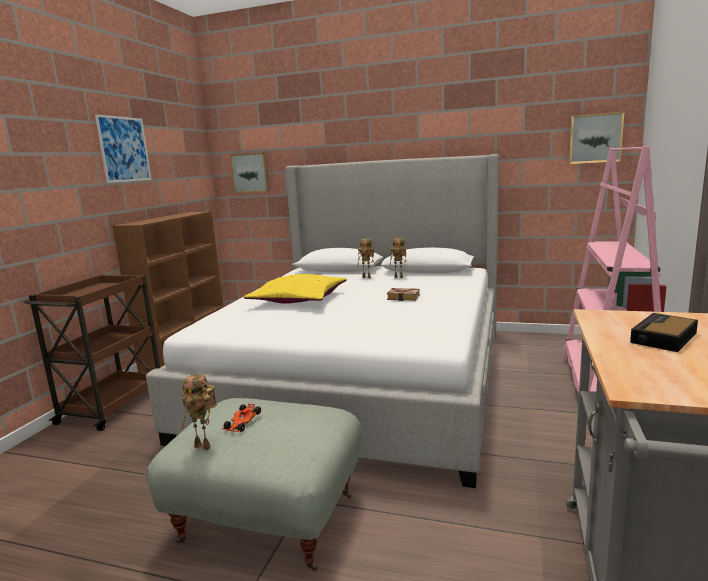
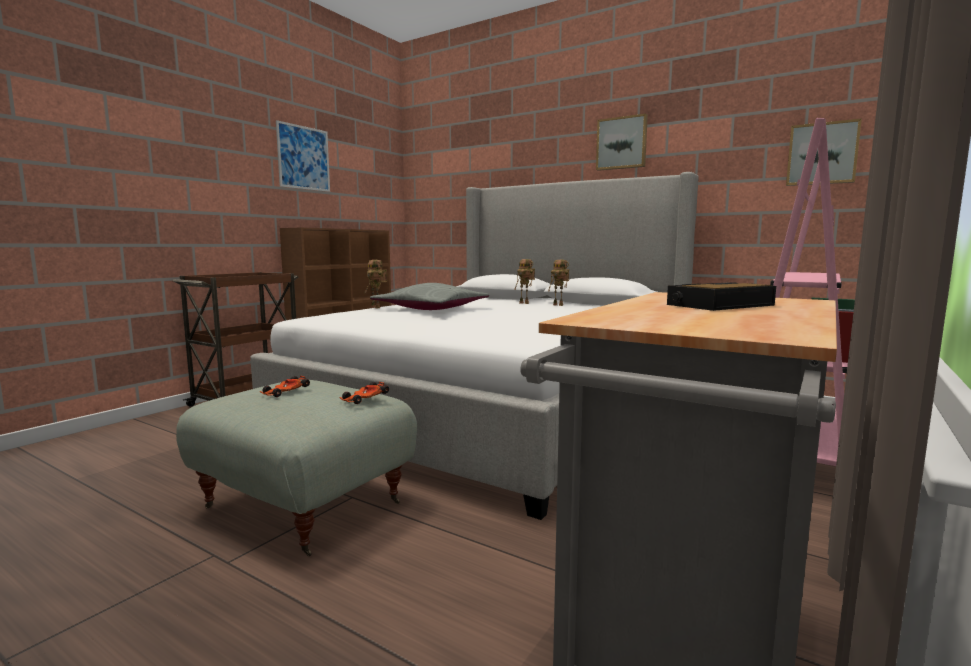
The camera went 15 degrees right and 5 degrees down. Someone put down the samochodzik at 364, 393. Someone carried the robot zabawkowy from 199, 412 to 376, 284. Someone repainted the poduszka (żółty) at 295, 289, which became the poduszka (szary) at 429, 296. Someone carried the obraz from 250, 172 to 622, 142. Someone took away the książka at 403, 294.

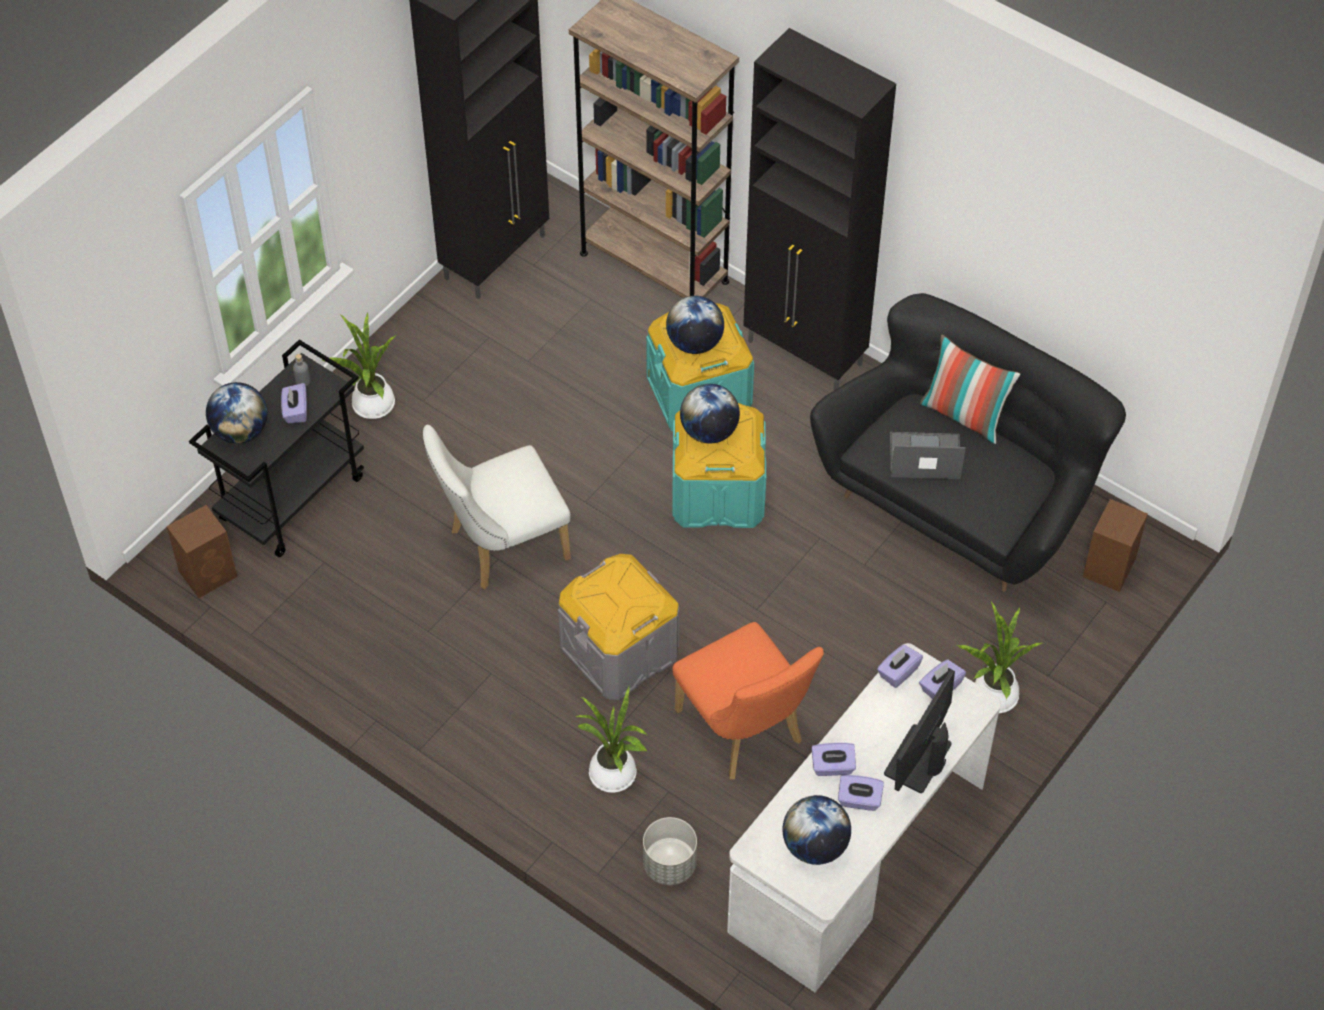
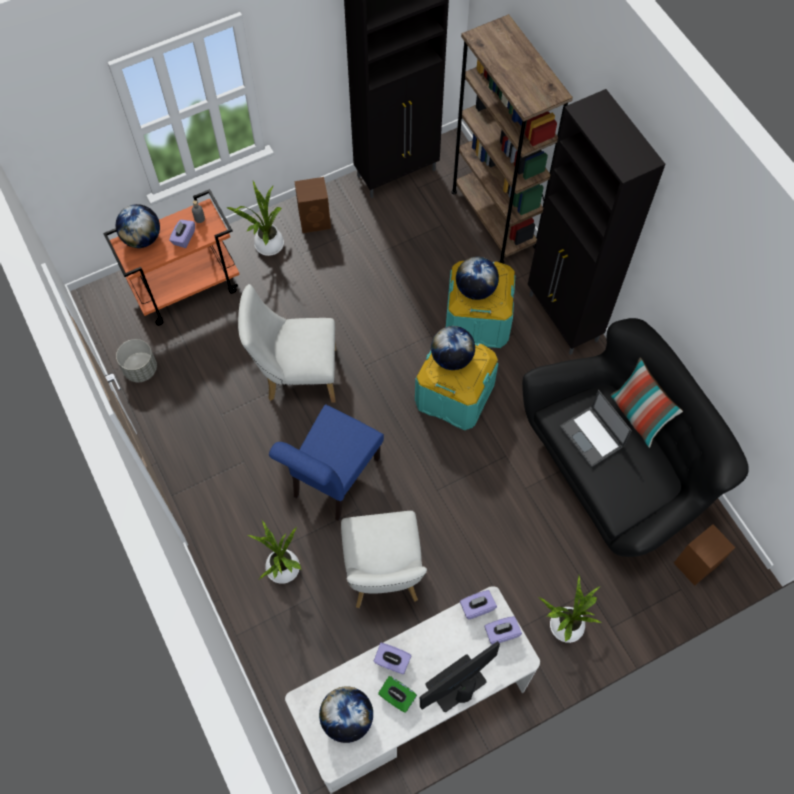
The camera went 25 degrees right and 10 degrees up. Someone repainted the wózek (czarny) at 276, 448, which became the wózek (pomarańczowy) at 171, 257. Someone carried the donica (szary) from 670, 851 to 136, 360. Someone swapped the pojemnik do przechowywania (szary) at 619, 627 for the krzesło (niebieski) at 326, 462. Someone carried the głośnik (brązowy) from 202, 551 to 312, 205. Someone repainted the krzesło (pomarańczowy) at 748, 700, which became the krzesło (biały) at 384, 559. Someone repainted the pudełko chusteczek (fioletowy) at 861, 793, which became the pudełko chusteczek (zielony) at 397, 694. Someone rotated the laptop at 928, 455 by 150 degrees counterclockwise.

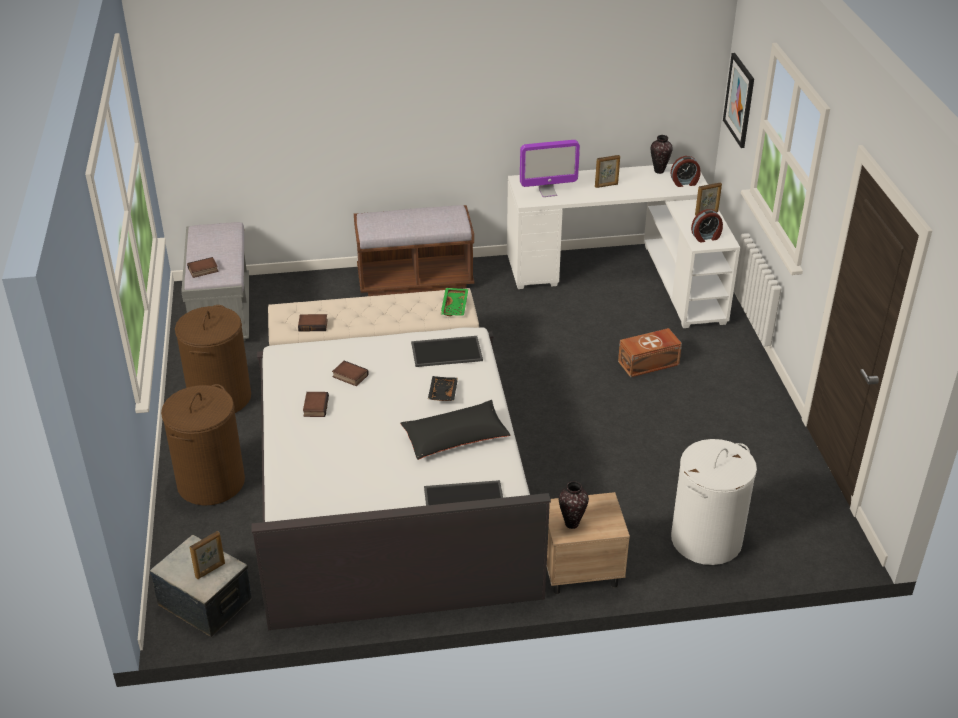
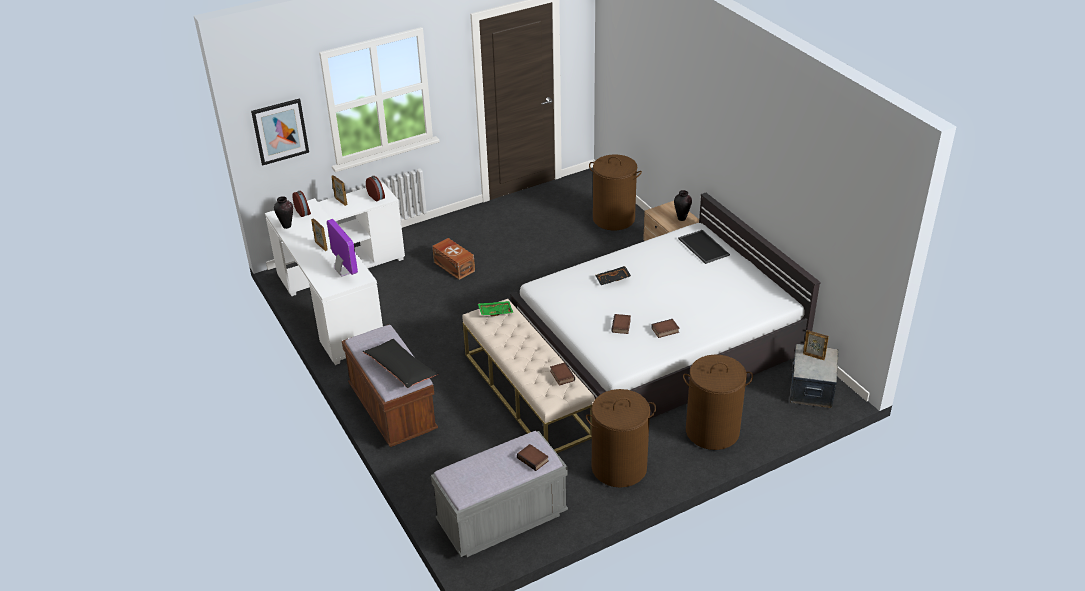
The camera went 110 degrees left and 0 degrees up. Someone carried the poduszka (czarny) from 455, 430 to 400, 363. Someone repainted the kosz na pranie (biały) at 714, 502, which became the kosz na pranie (brązowy) at 615, 192. Someone took away the taca at 447, 351.

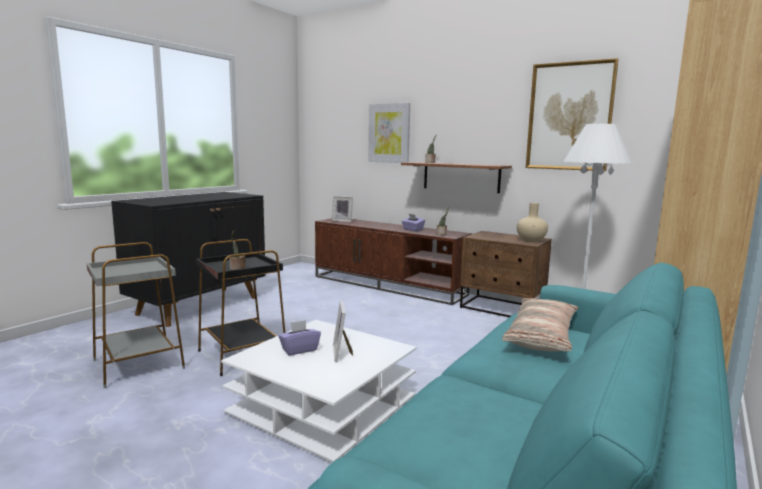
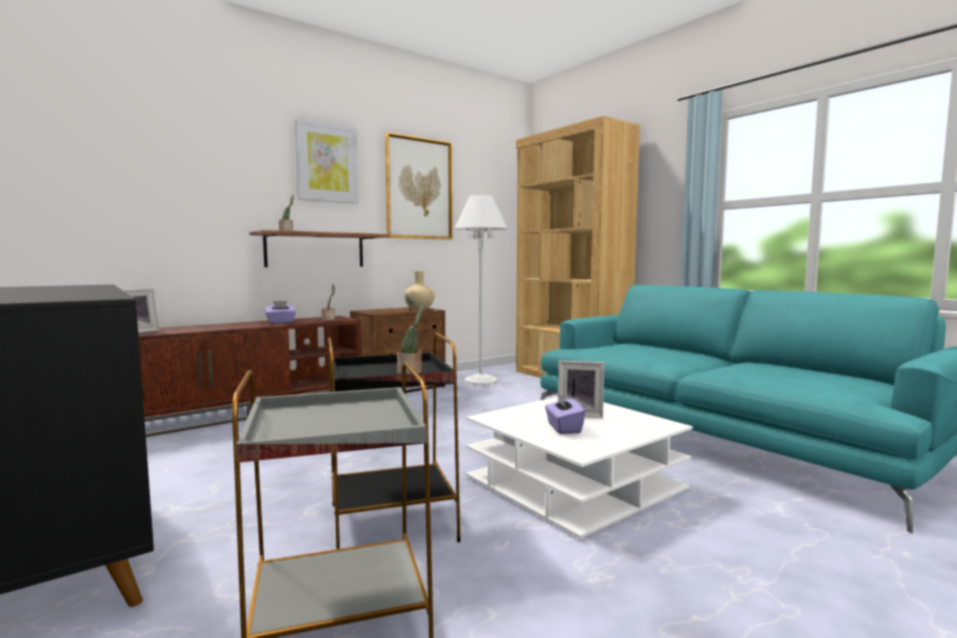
The camera went 70 degrees left and 5 degrees down. Someone carried the obraz from 389, 133 to 327, 161. Someone took away the poduszka at 540, 325.

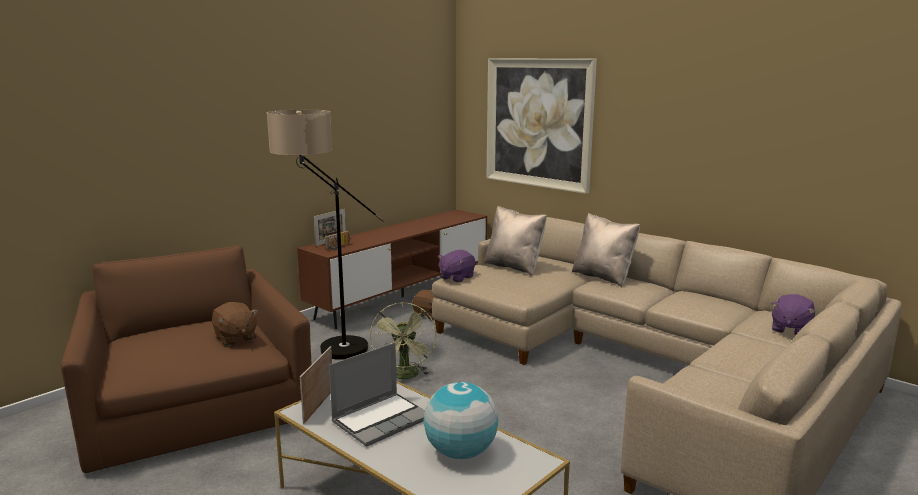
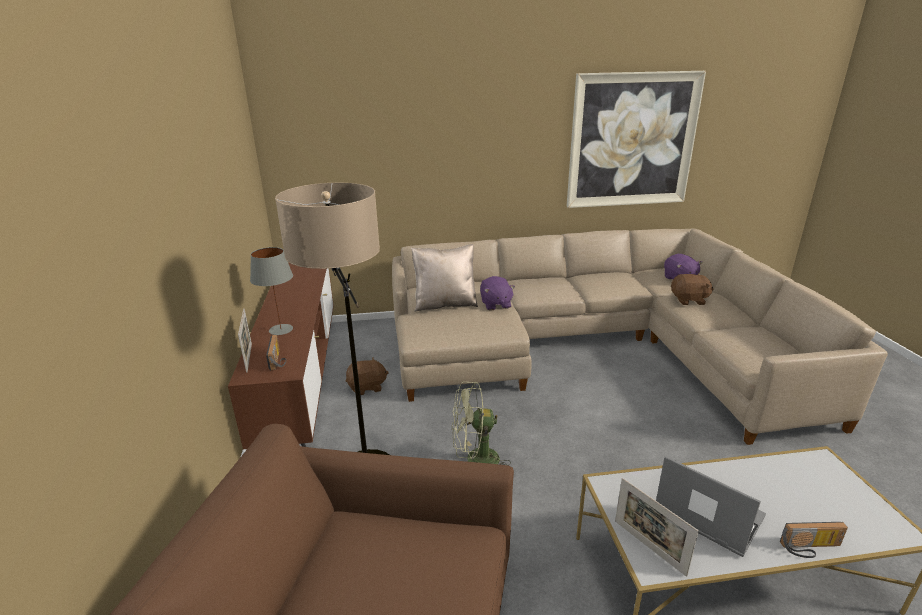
The camera went 50 degrees left and 10 degrees up. Someone put down the lampa stołowa (szary) at 271, 291. Someone rotated the wentylator (zielony) at 403, 341 by 135 degrees clockwise. Someone carried the pluszak (fioletowy) from 456, 266 to 497, 293. Someone carried the obraz from 542, 126 to 636, 139. Someone rotated the laptop at 377, 394 by 45 degrees counterclockwise. Someone carried the pluszak (brązowy) from 235, 324 to 692, 289. Someone put down the radio at 814, 540. Someone took away the globus at 461, 420. Someone took away the poduszka (beżowy) at 606, 250.

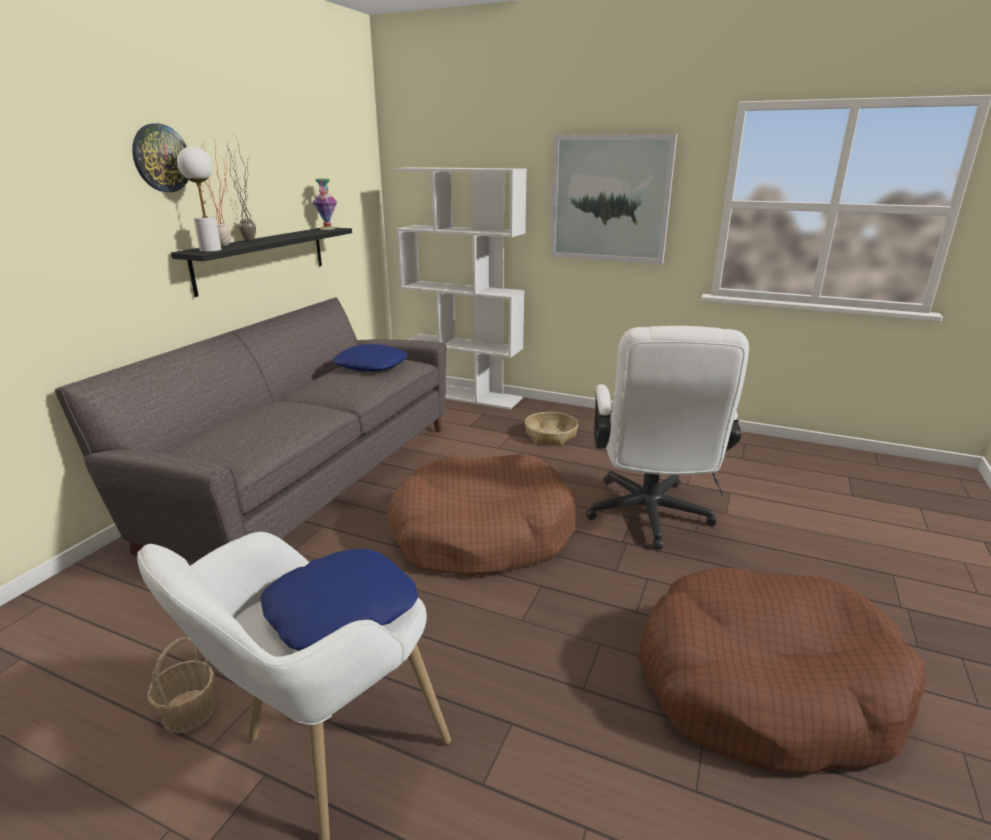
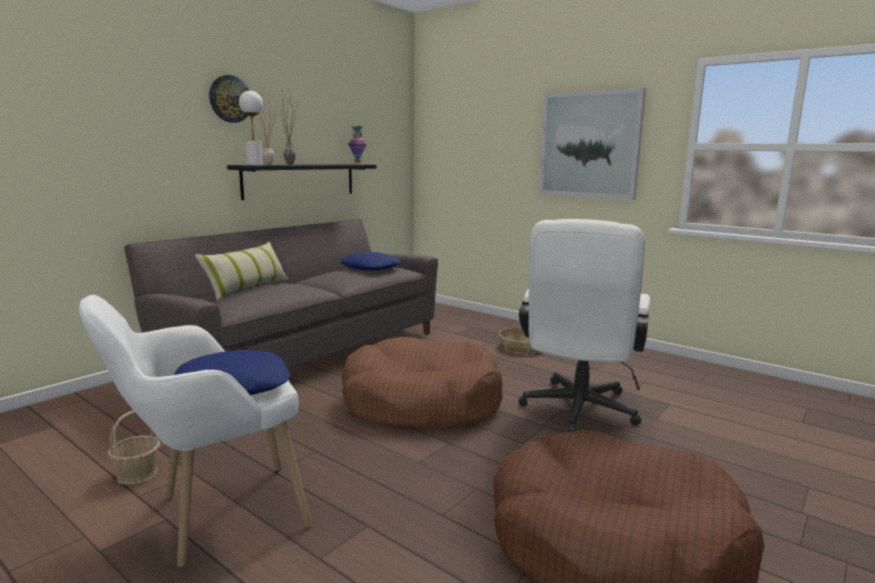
The camera went 15 degrees right and 10 degrees down. Someone put down the poduszka at 242, 271. Someone took away the regał (biały) at 460, 288.

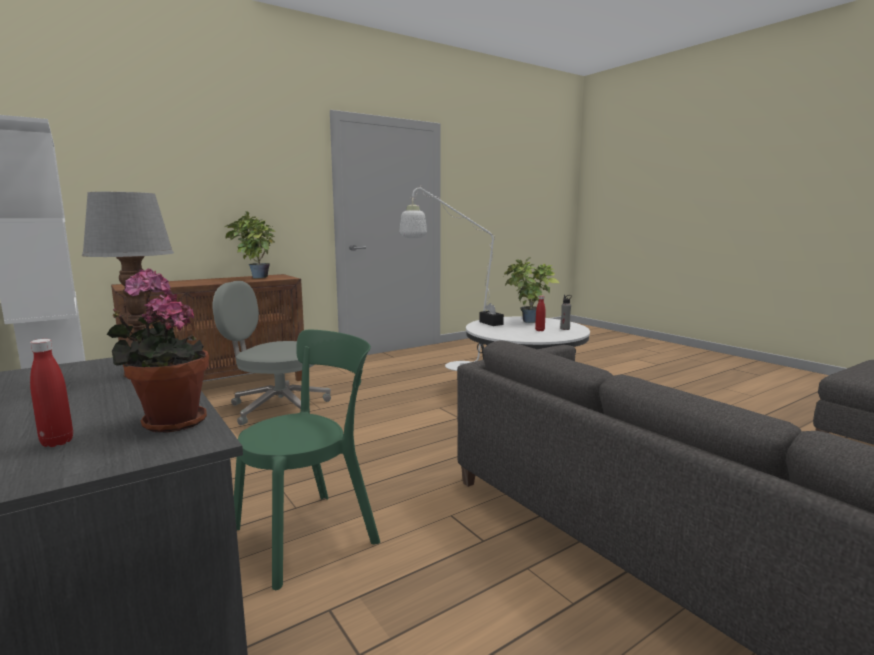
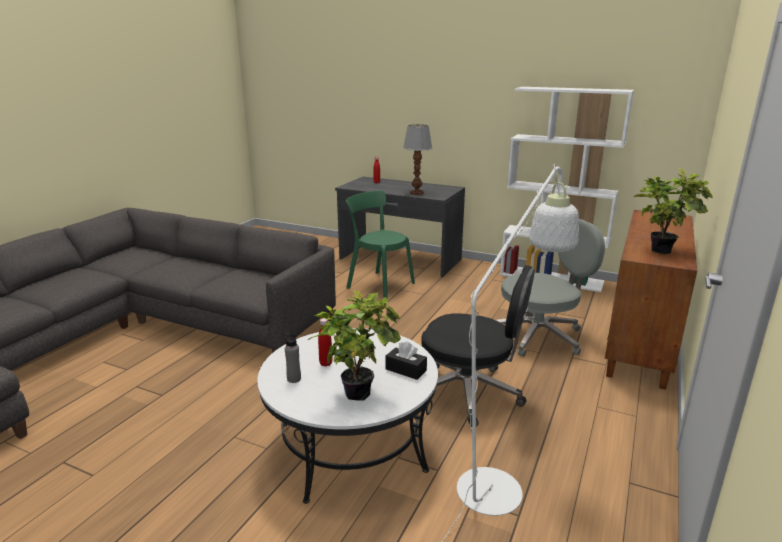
The camera went 150 degrees right and 10 degrees up. Someone rotated the krzesło (zielony) at 307, 460 by 105 degrees clockwise. Someone put down the krzesło biurowe (czarny) at 478, 346. Someone took away the roślina doniczkowa at 158, 350.

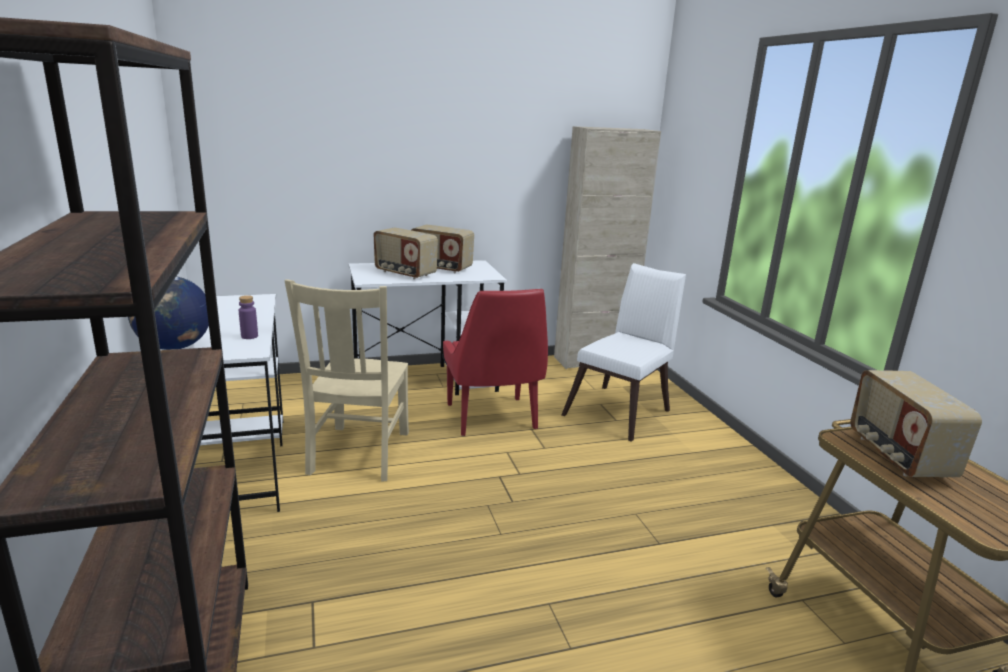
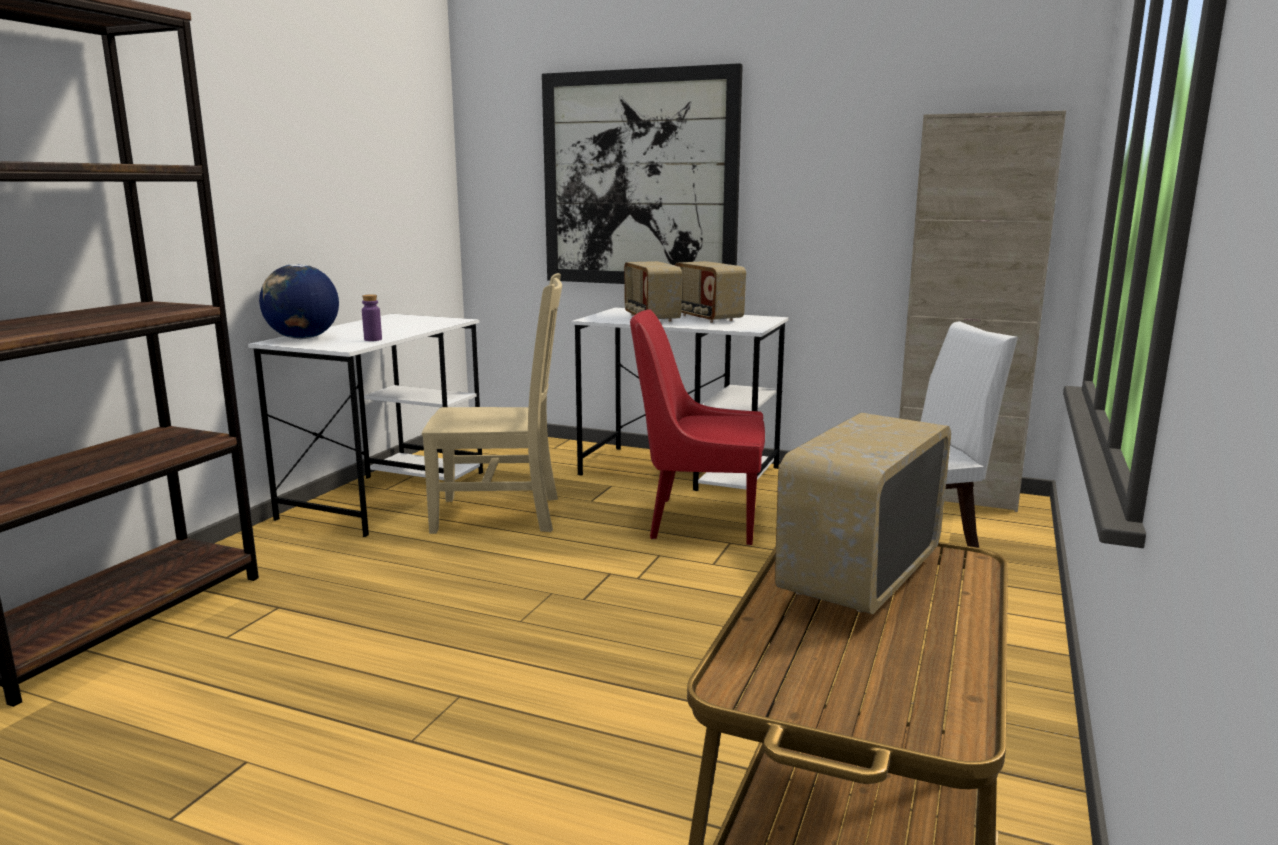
The camera went 40 degrees right and 5 degrees down. Someone rotated the krzesło (beżowy) at 346, 380 by 135 degrees counterclockwise. Someone put up the obraz at 642, 173. Someone rotated the krzesło (czerwony) at 495, 362 by 75 degrees clockwise.

